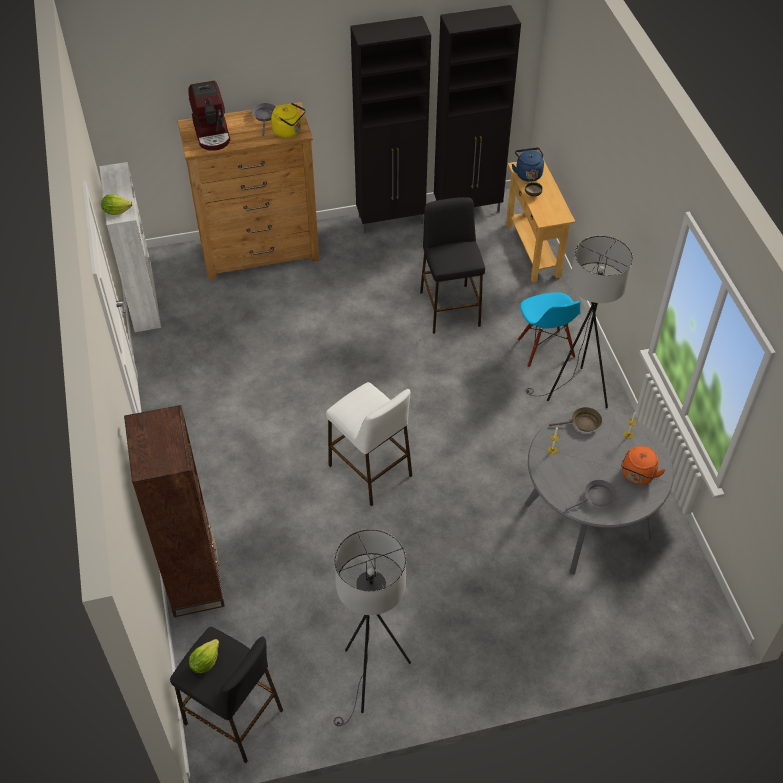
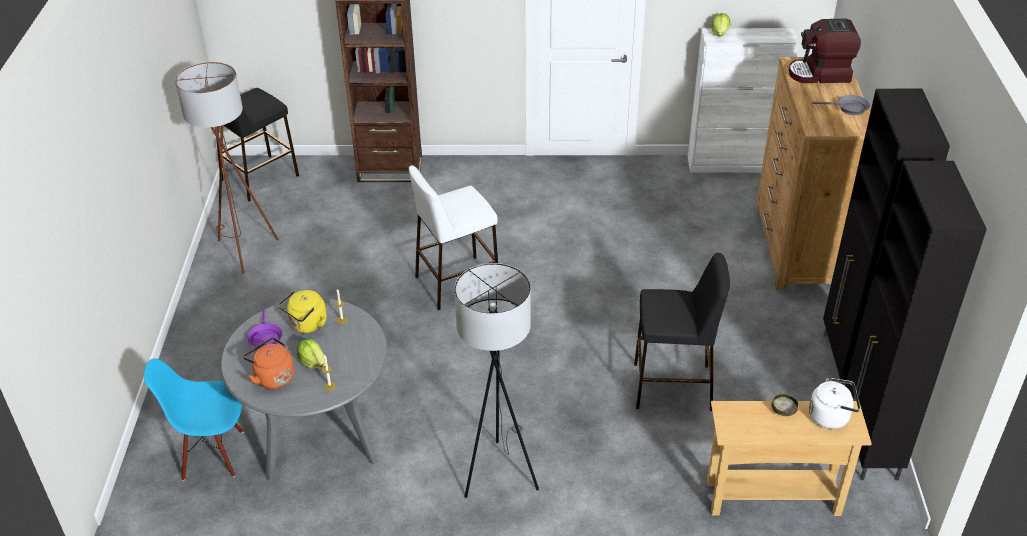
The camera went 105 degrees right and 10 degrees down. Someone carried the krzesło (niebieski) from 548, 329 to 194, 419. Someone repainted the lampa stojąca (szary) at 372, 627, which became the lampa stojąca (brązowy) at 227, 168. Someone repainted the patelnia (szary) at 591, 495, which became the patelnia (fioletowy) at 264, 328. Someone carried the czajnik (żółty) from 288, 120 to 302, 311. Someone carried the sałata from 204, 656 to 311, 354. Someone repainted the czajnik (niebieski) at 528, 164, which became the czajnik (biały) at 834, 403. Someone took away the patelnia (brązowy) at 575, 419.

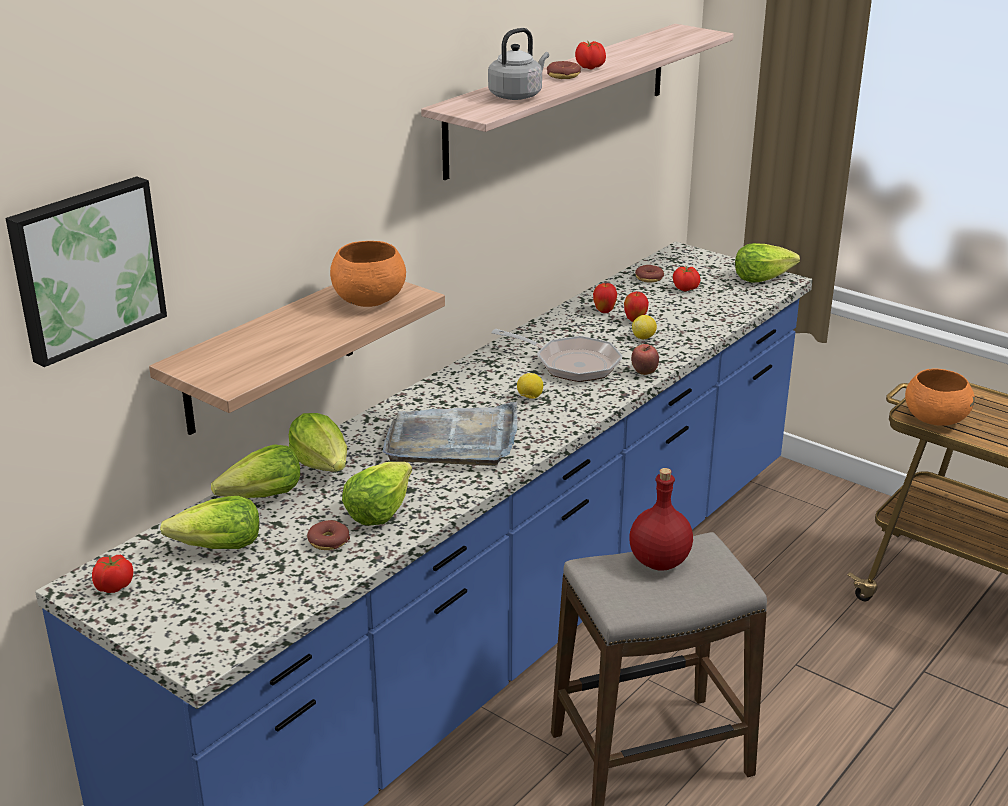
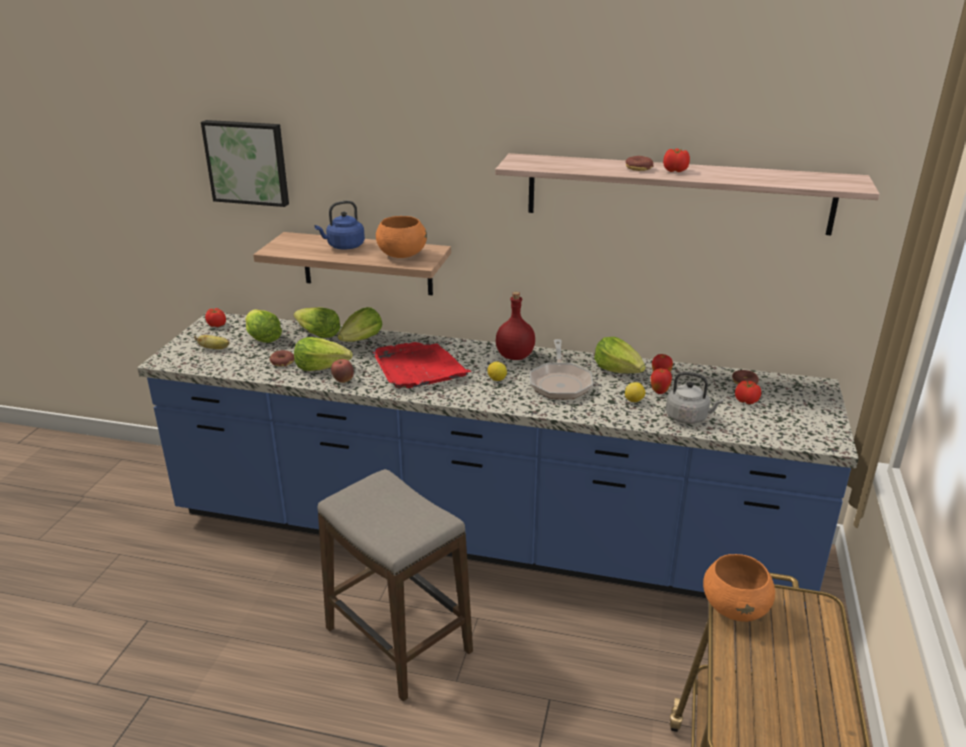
The camera went 65 degrees right and 0 degrees up. Someone put down the banan at 212, 342. Someone put down the czajnik (niebieski) at 340, 225. Someone carried the jabłko from 645, 359 to 342, 371. Someone repainted the taca (szary) at 450, 433, which became the taca (czerwony) at 422, 365. Someone carried the butelka (czerwony) from 661, 519 to 515, 326. Someone carried the sałata from 767, 263 to 620, 355. Someone carried the czajnik (szary) from 518, 64 to 694, 398.

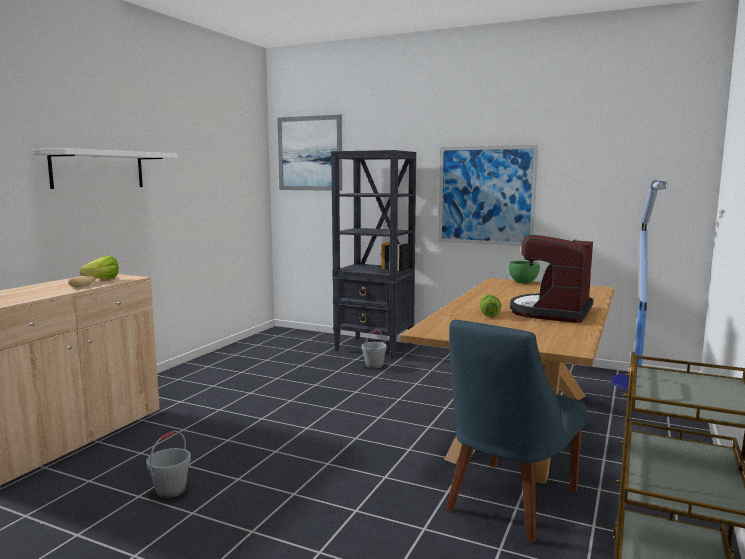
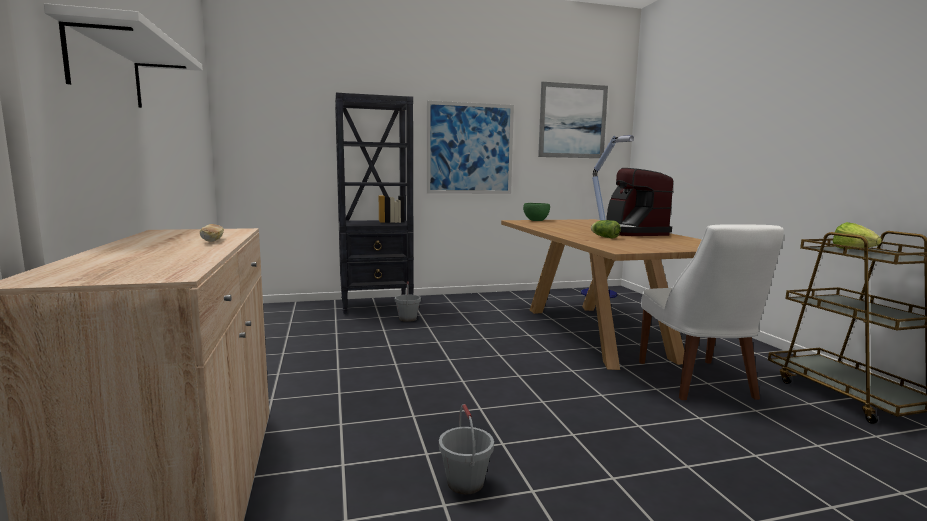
The camera went 40 degrees left and 0 degrees up. Someone carried the obraz from 309, 152 to 573, 120. Someone repainted the krzesło (niebieski) at 516, 431, which became the krzesło (biały) at 711, 312. Someone carried the sałata from 99, 267 to 857, 235.

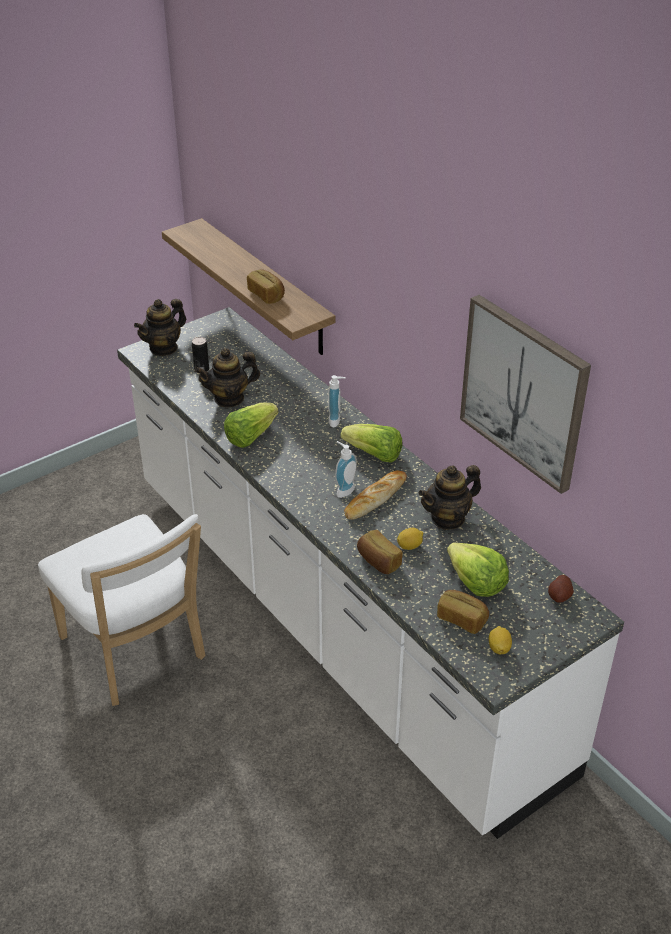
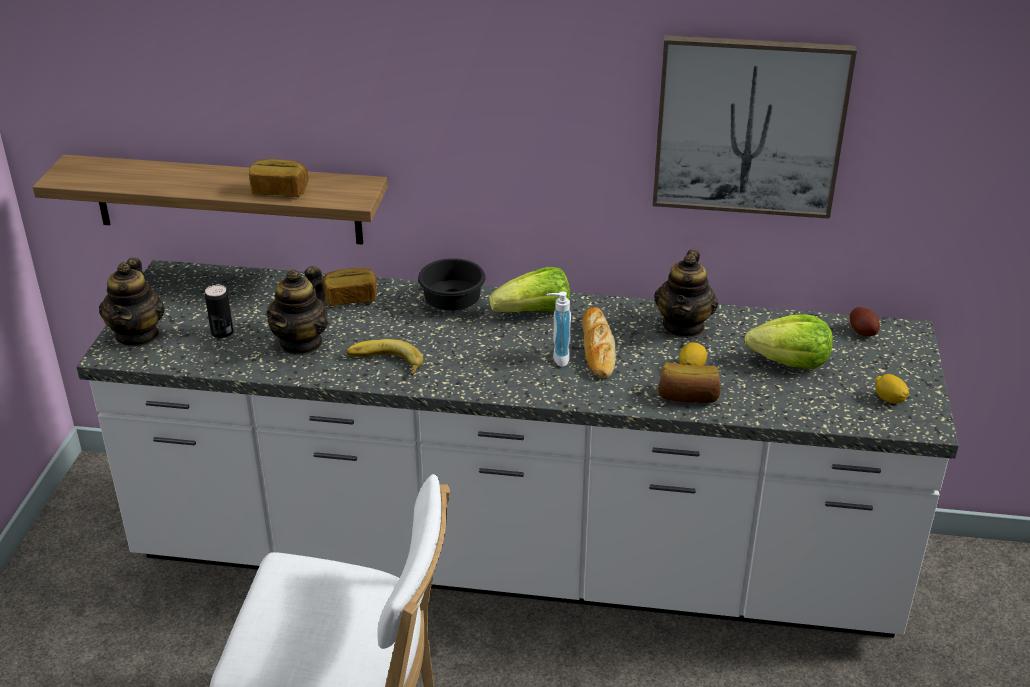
The camera went 45 degrees left and 5 degrees down. Someone carried the chleb from 463, 612 to 349, 287. Someone swapped the sałata at 251, 425 for the banan at 384, 357. Someone swapped the dozownik mydła at 337, 401 for the miska (czarny) at 452, 284.

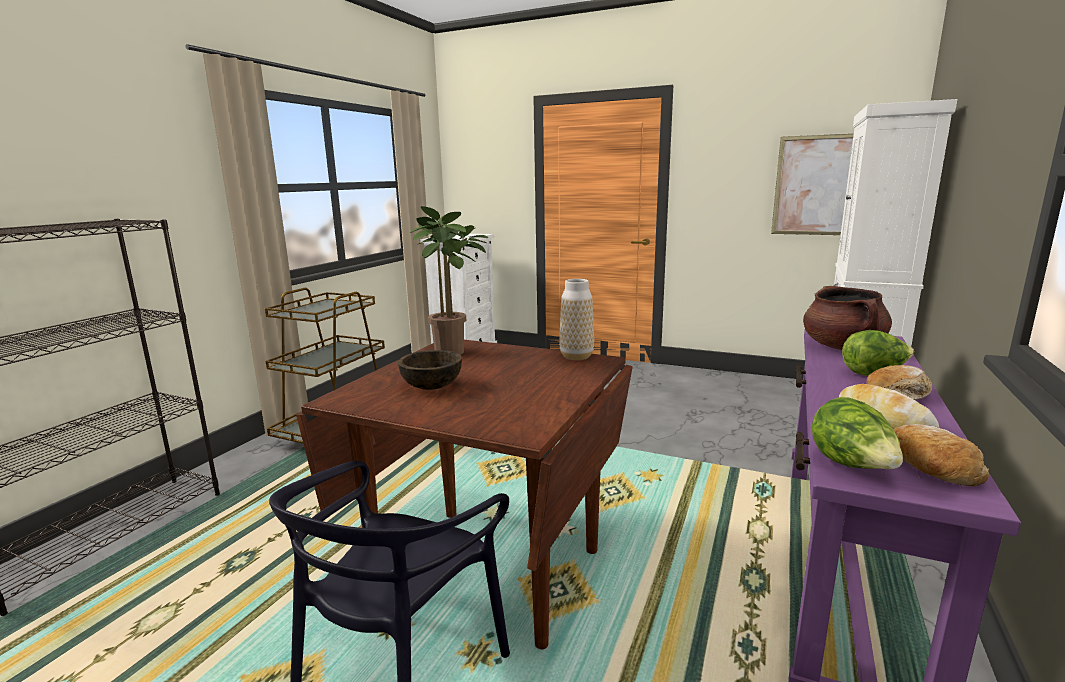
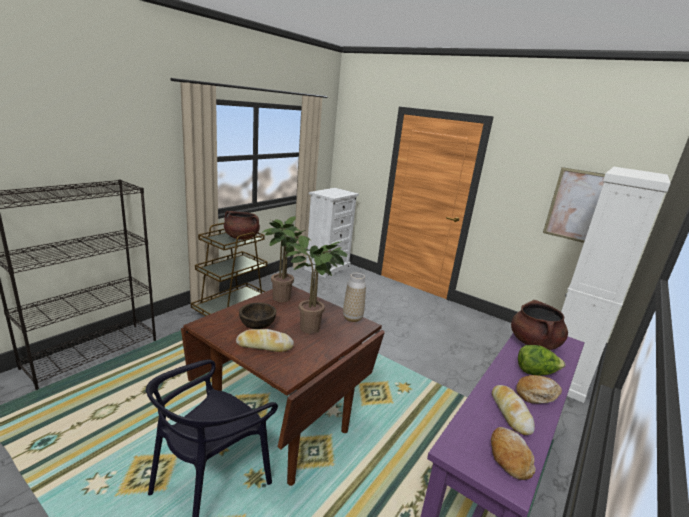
The camera went 10 degrees right and 5 degrees up. Someone put down the garnek (brązowy) at 242, 225. Someone put down the chleb at 265, 340. Someone put down the roślina doniczkowa at 316, 284. Someone took away the sałata at 857, 433.

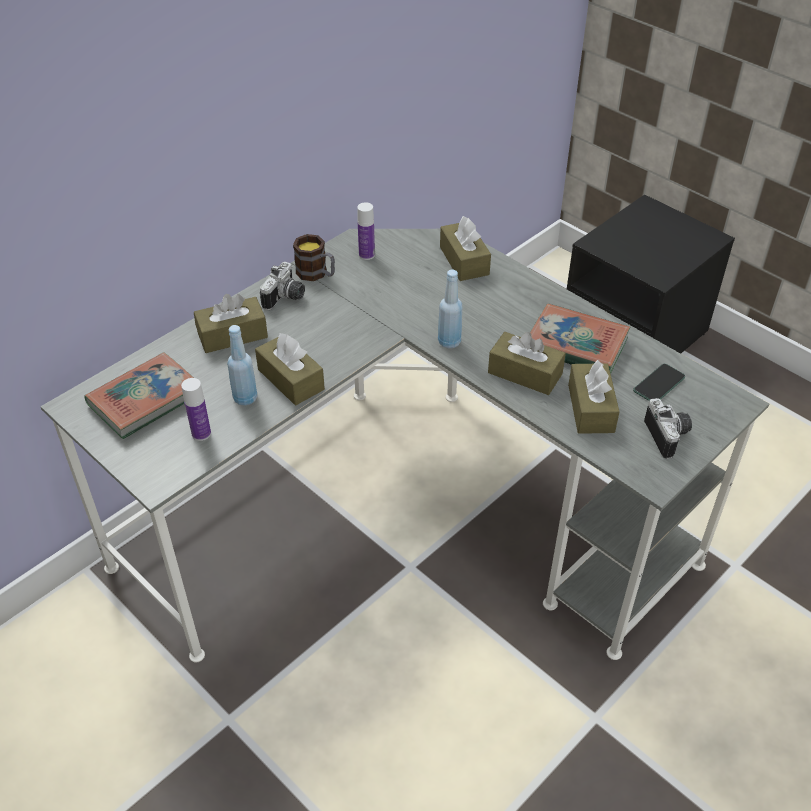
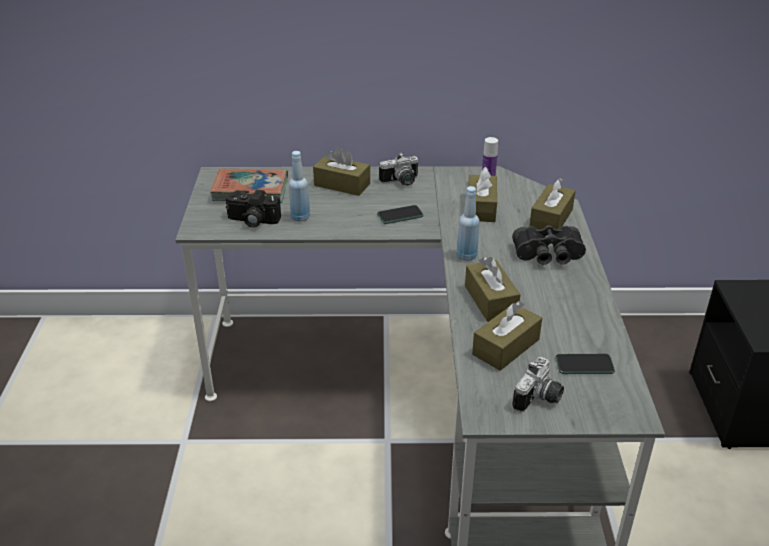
The camera went 45 degrees right and 10 degrees down. Someone swapped the butelka at 196, 409 for the aparat fotograficzny at 253, 209. Someone put down the telefon at 400, 214. Someone carried the pudełko chusteczek (brązowy) from 290, 369 to 482, 194. Someone put down the lornetka (czarny) at 549, 245. Someone took away the kubek at 314, 257. Someone took away the książka at 580, 338.

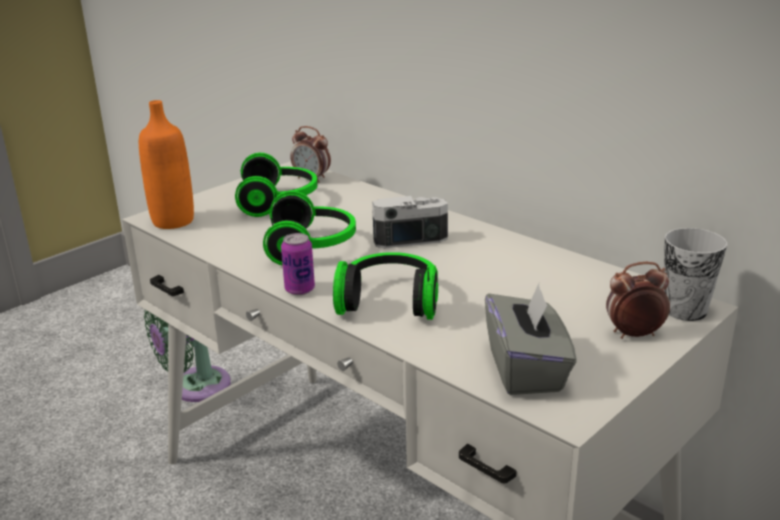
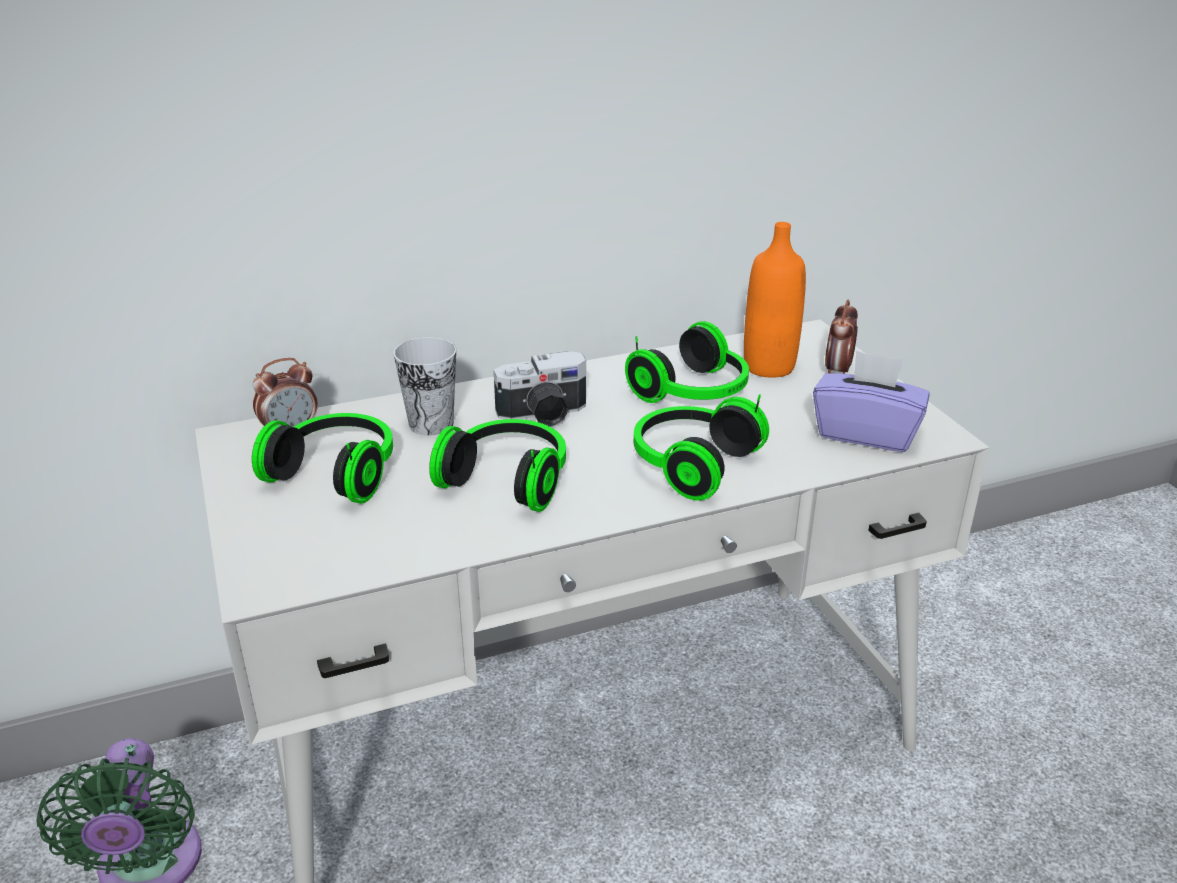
The camera went 65 degrees left and 5 degrees up. Someone carried the filiżanka from 695, 274 to 424, 386. Someone rotated the aparat fotograficzny at 410, 222 by 120 degrees counterclockwise. Someone put down the słuchawki at 687, 362. Someone carried the butelka (pomarańczowy) from 166, 164 to 775, 300. Someone repainted the pudełko chusteczek (szary) at 531, 339, which became the pudełko chusteczek (fioletowy) at 871, 401. Someone took away the puszka at 298, 264.

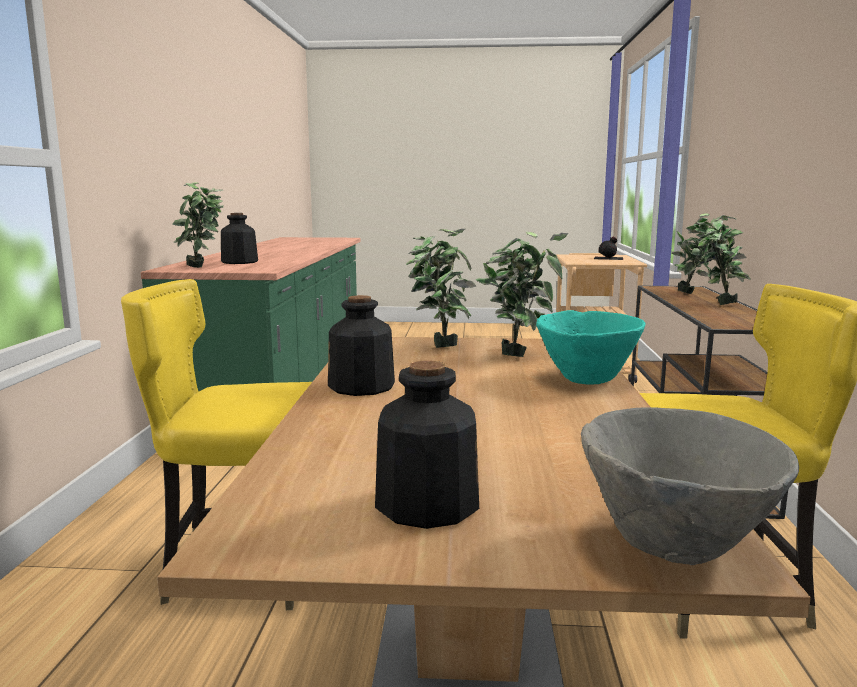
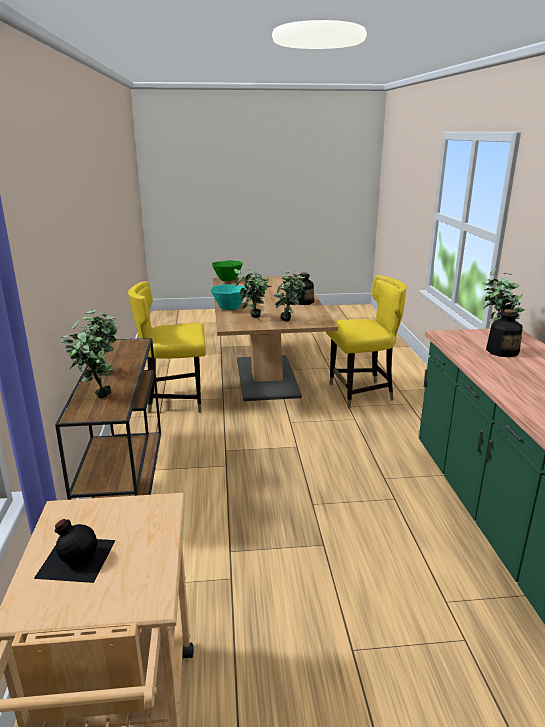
The camera went 170 degrees right and 10 degrees up. Someone repainted the miska (szary) at 690, 486, which became the miska (zielony) at 227, 270. Someone took away the butelka at 427, 444.

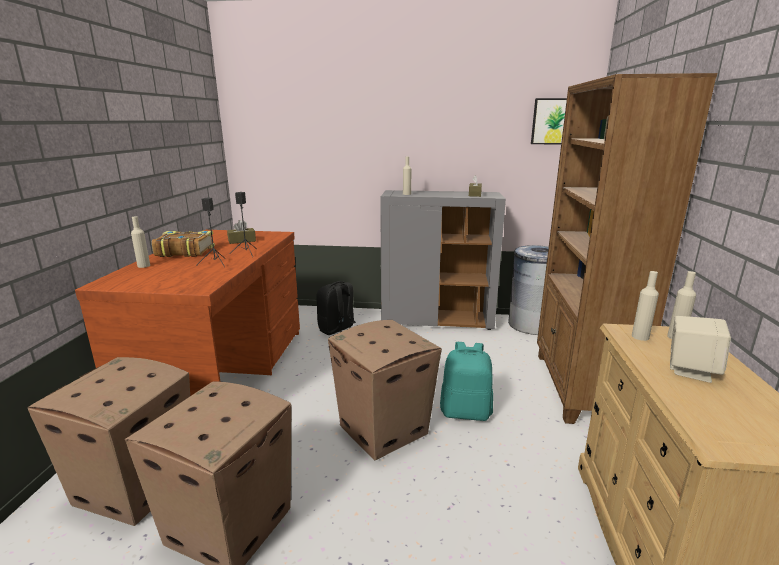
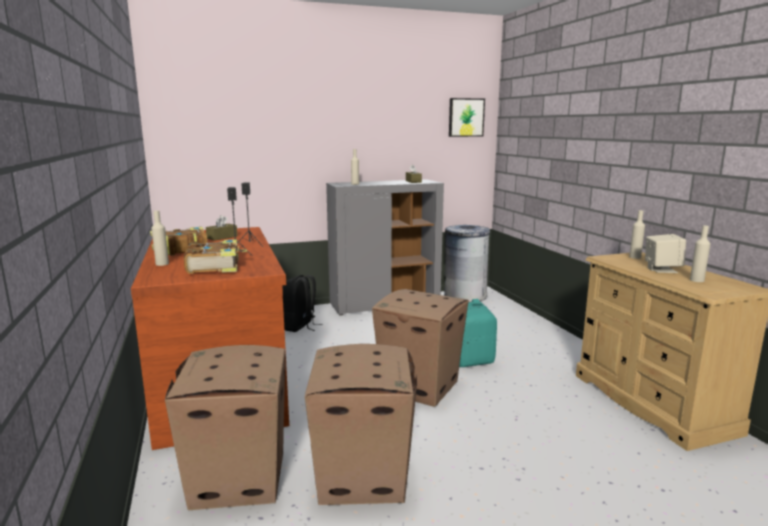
The camera went 25 degrees left and 5 degrees down. Someone put down the książka at 216, 256. Someone carried the butelka (beżowy) from 645, 306 to 700, 253. Someone took away the regał (brązowy) at 627, 248.

